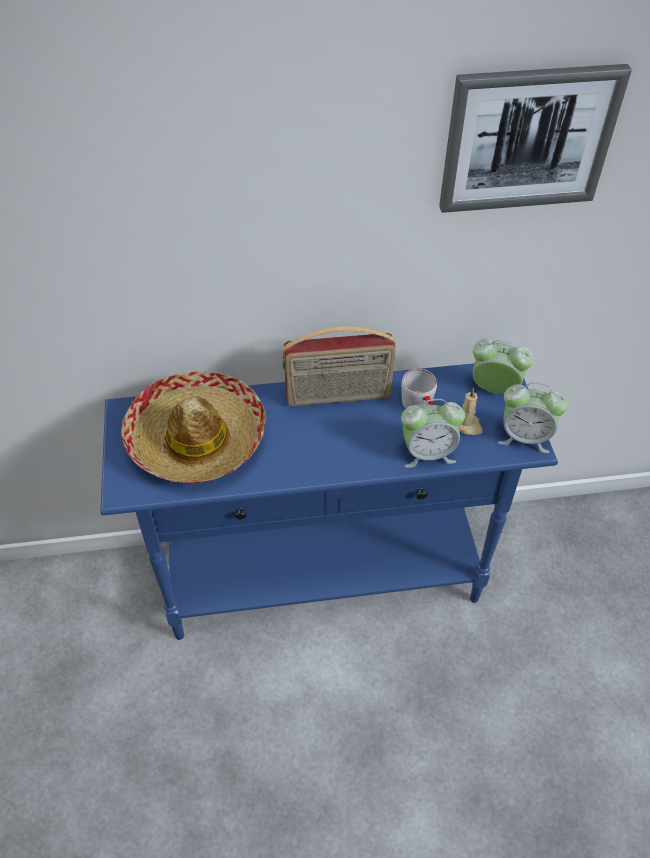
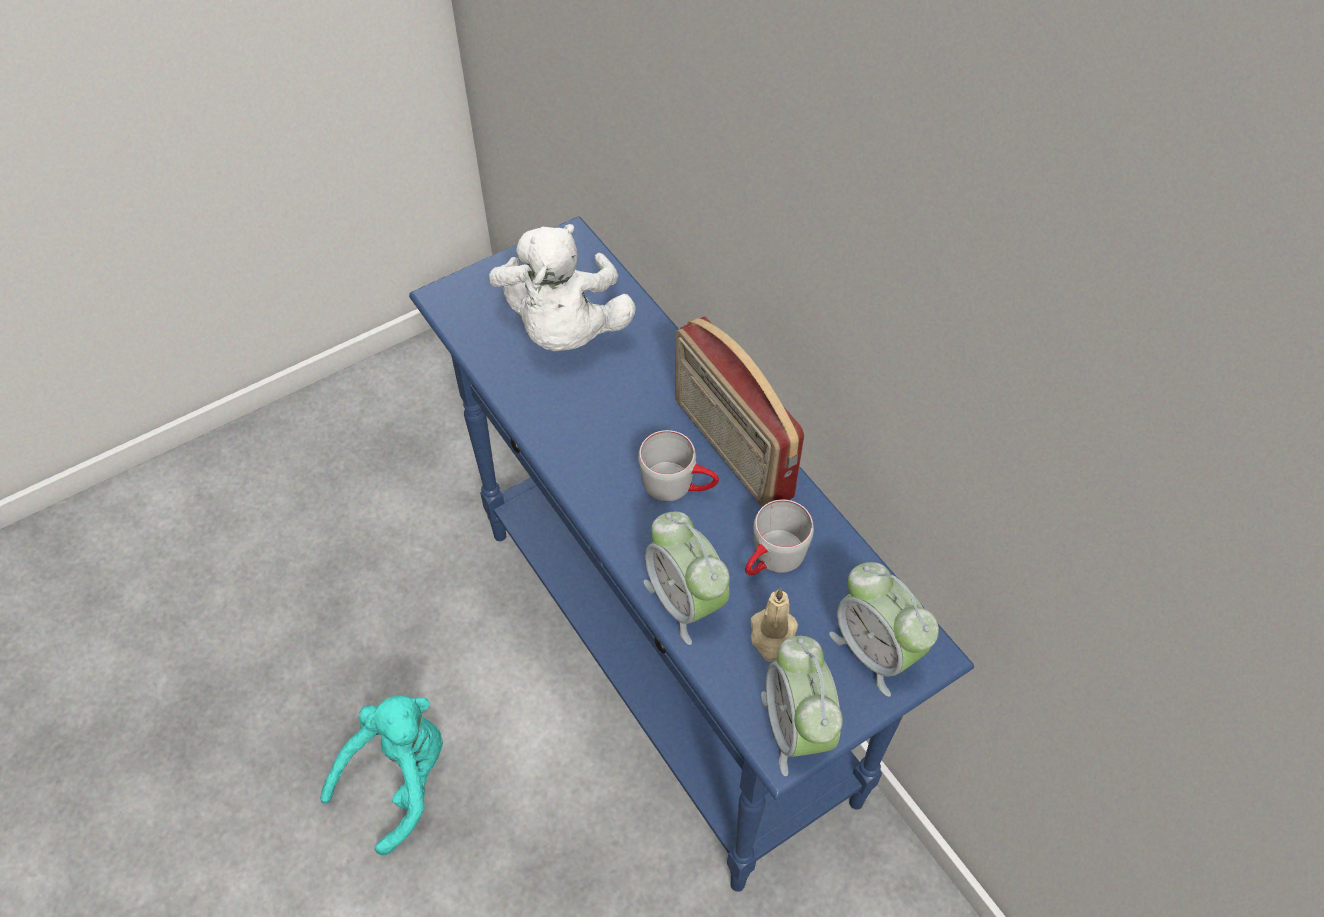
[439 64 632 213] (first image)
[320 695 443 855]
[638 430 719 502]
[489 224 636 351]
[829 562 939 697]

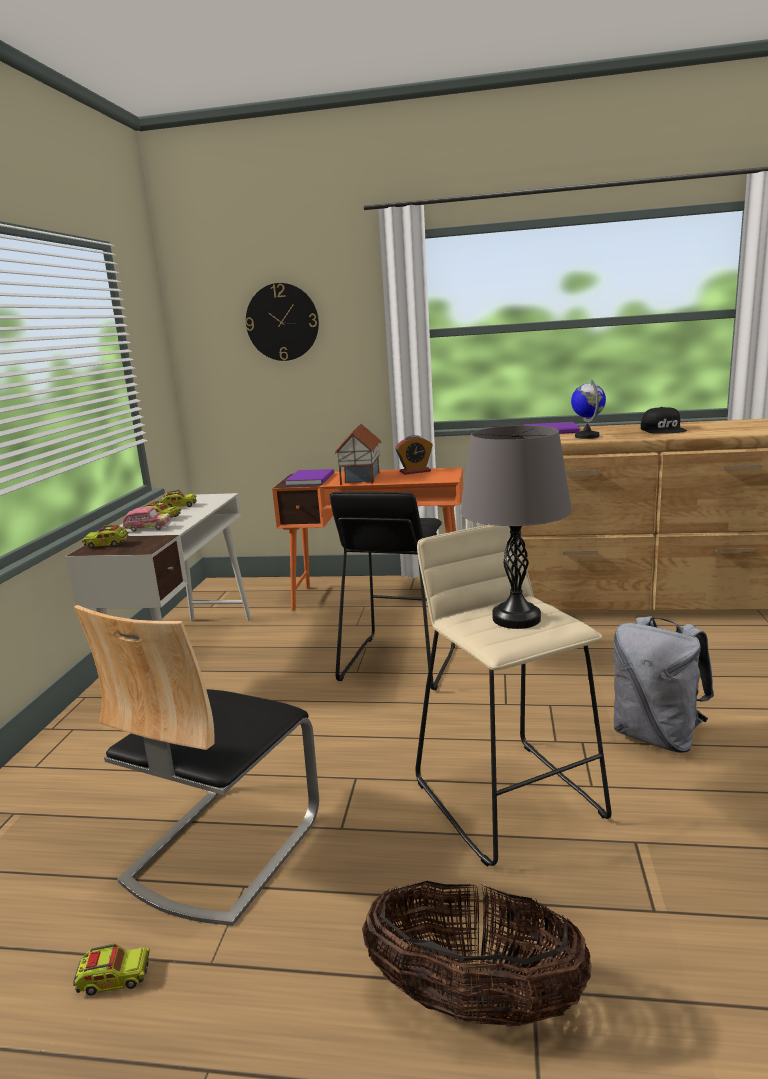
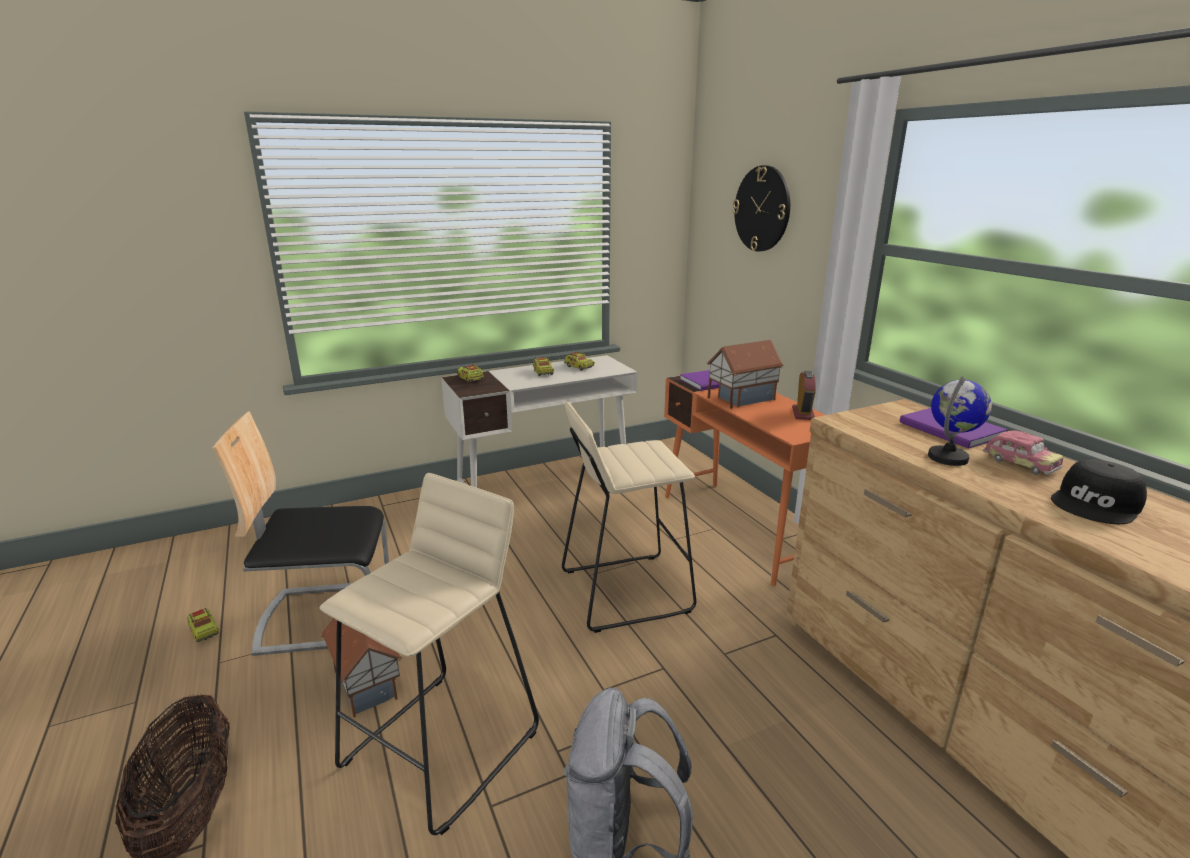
[460 425 572 629] (first image)
[321 618 402 717]
[982 430 1063 475]
[562 401 697 633]
[792 371 816 420]

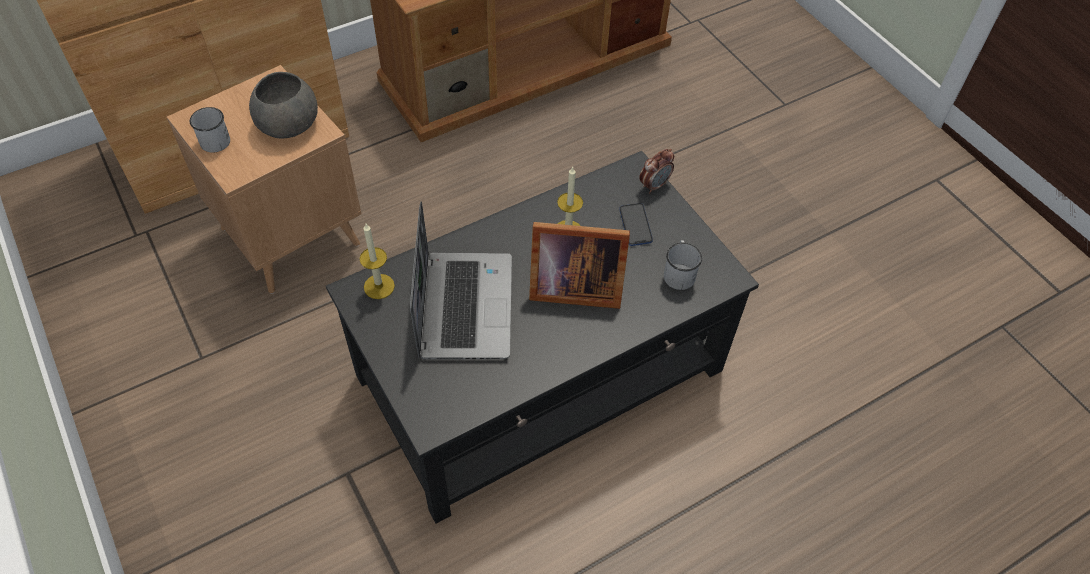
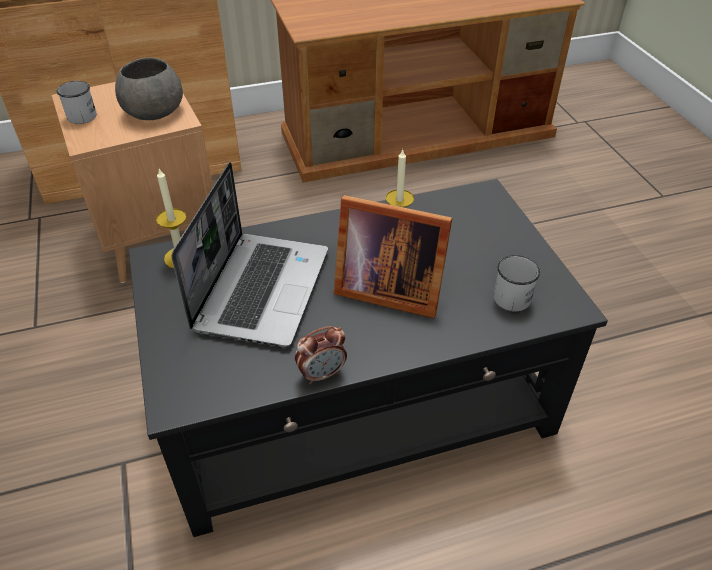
[619 203 653 246] (first image)
[295 326 347 385]

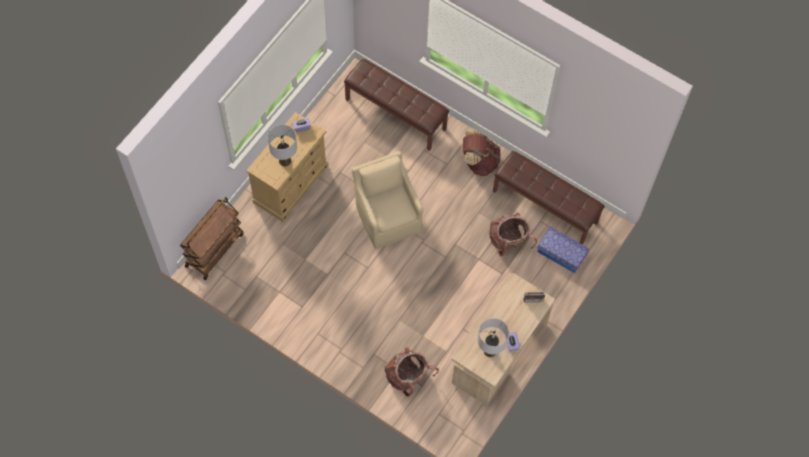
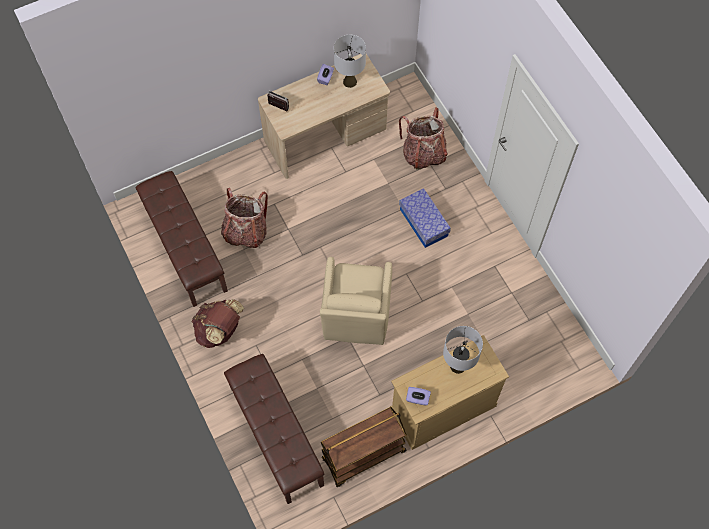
[321 407 407 487]
[399 188 451 248]

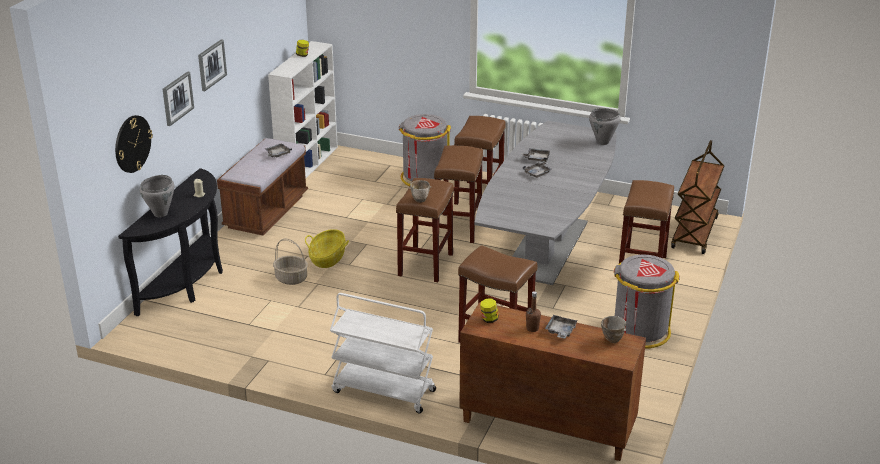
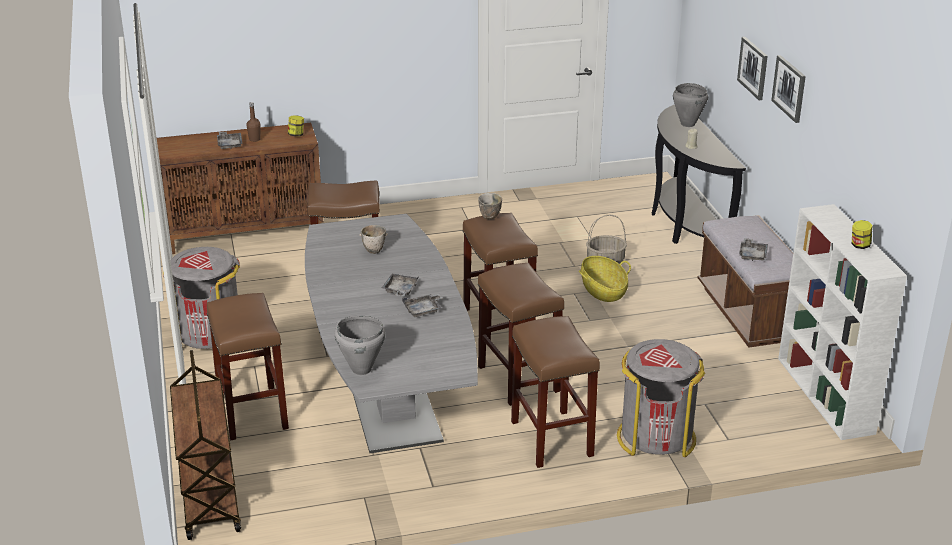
[115 115 153 173] (first image)
[330 293 436 413] (first image)
[359 225 388 254]

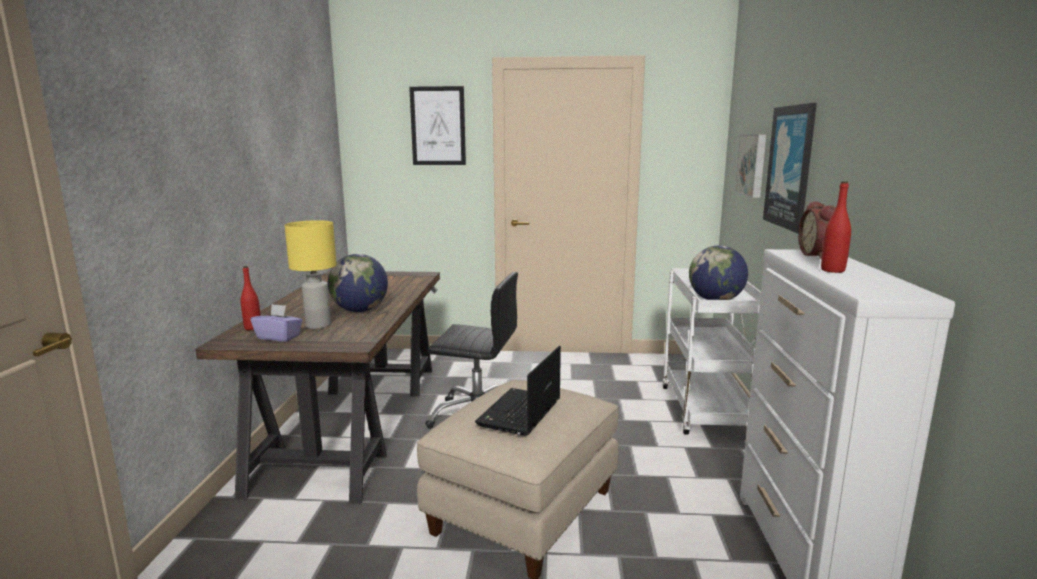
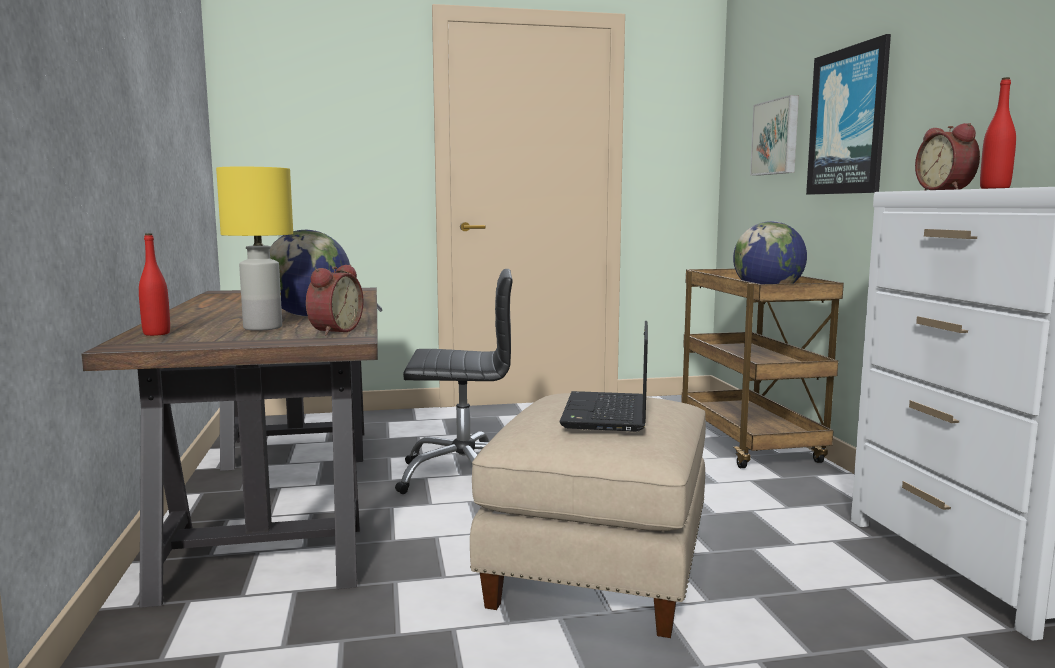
[251 304 303 342] (first image)
[409 86 466 165] (first image)
[306 265 364 335]
[681 269 844 468]

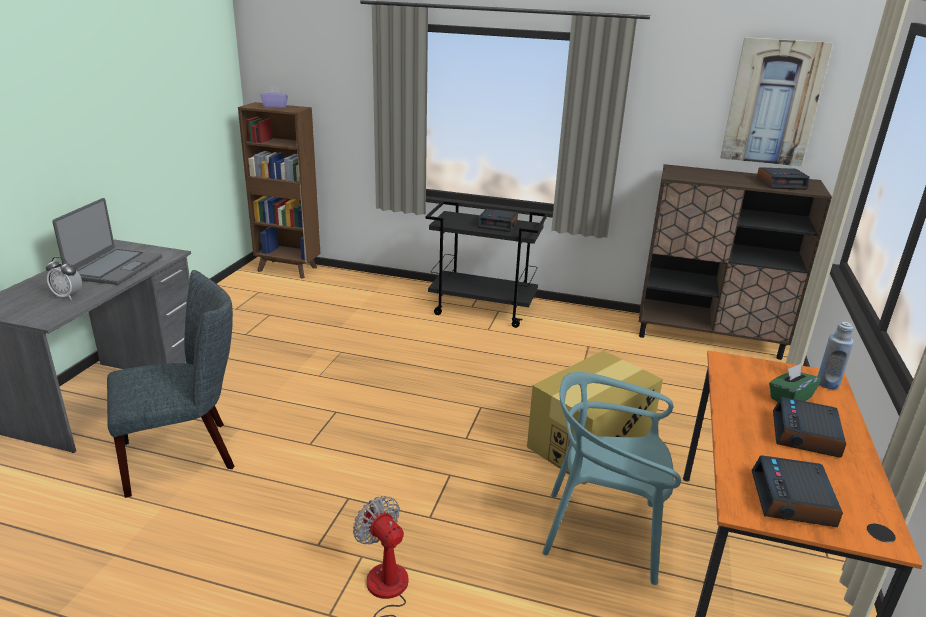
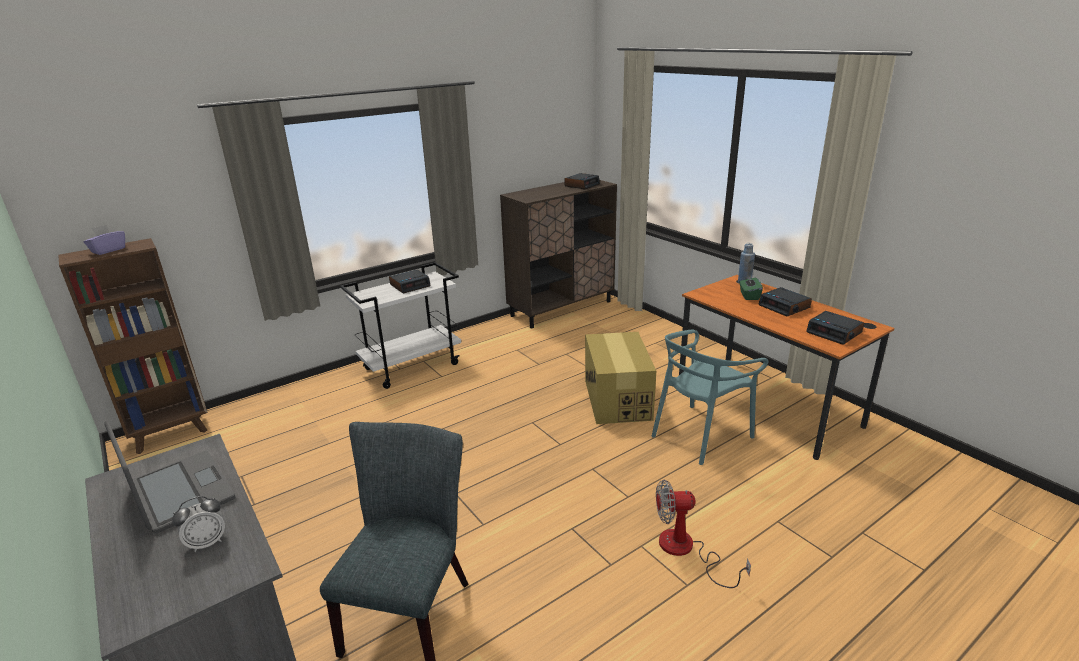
[720 37 833 166] (first image)
[340 262 461 389]

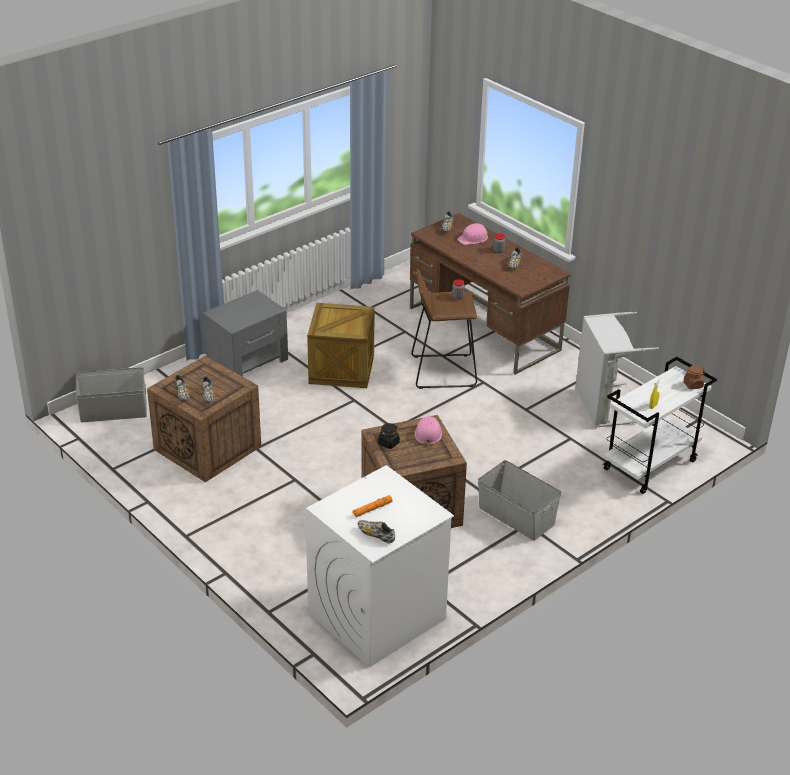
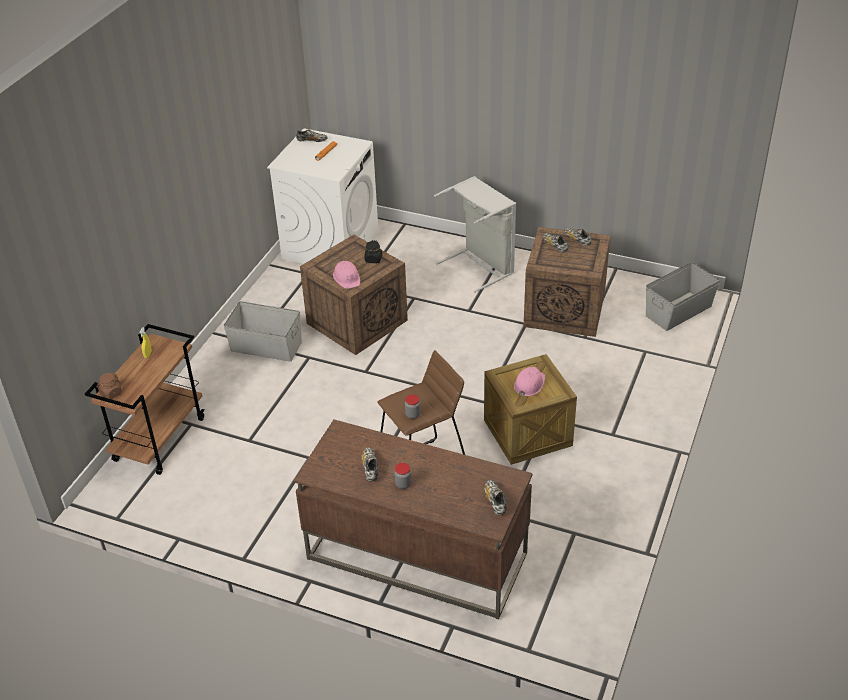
[203 290 288 377] (first image)
[514 367 545 397]
[434 176 516 293]
[85 324 205 475]

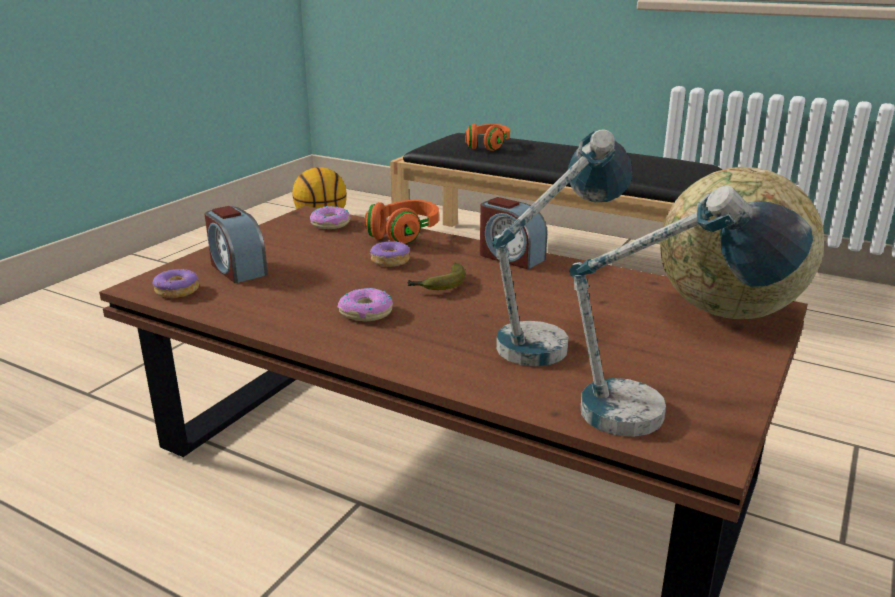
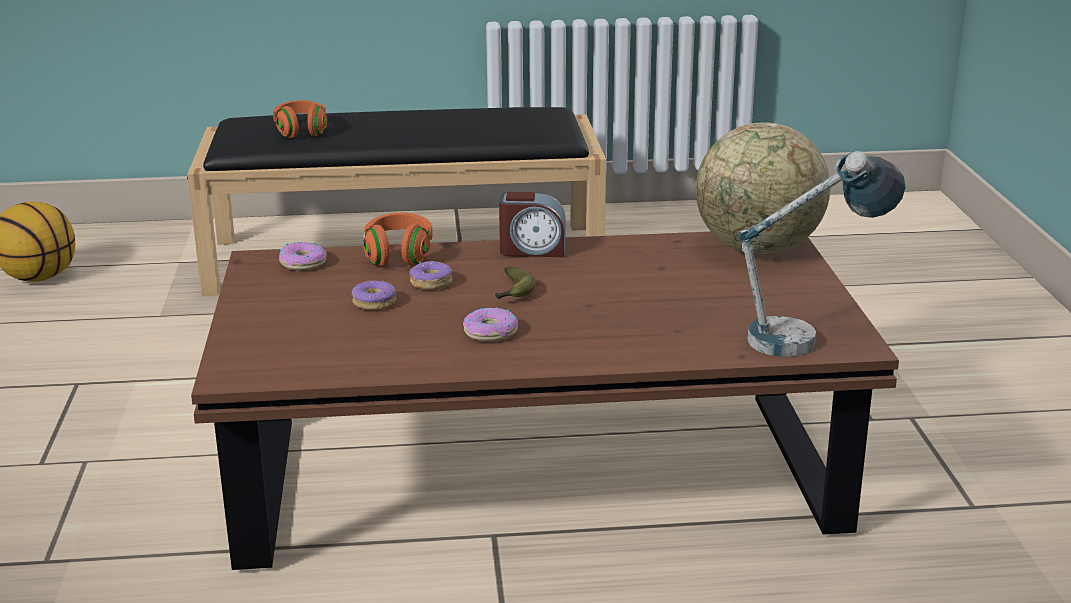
[205 206 268 283] (first image)
[492 129 632 366] (first image)
[352 281 396 310]

